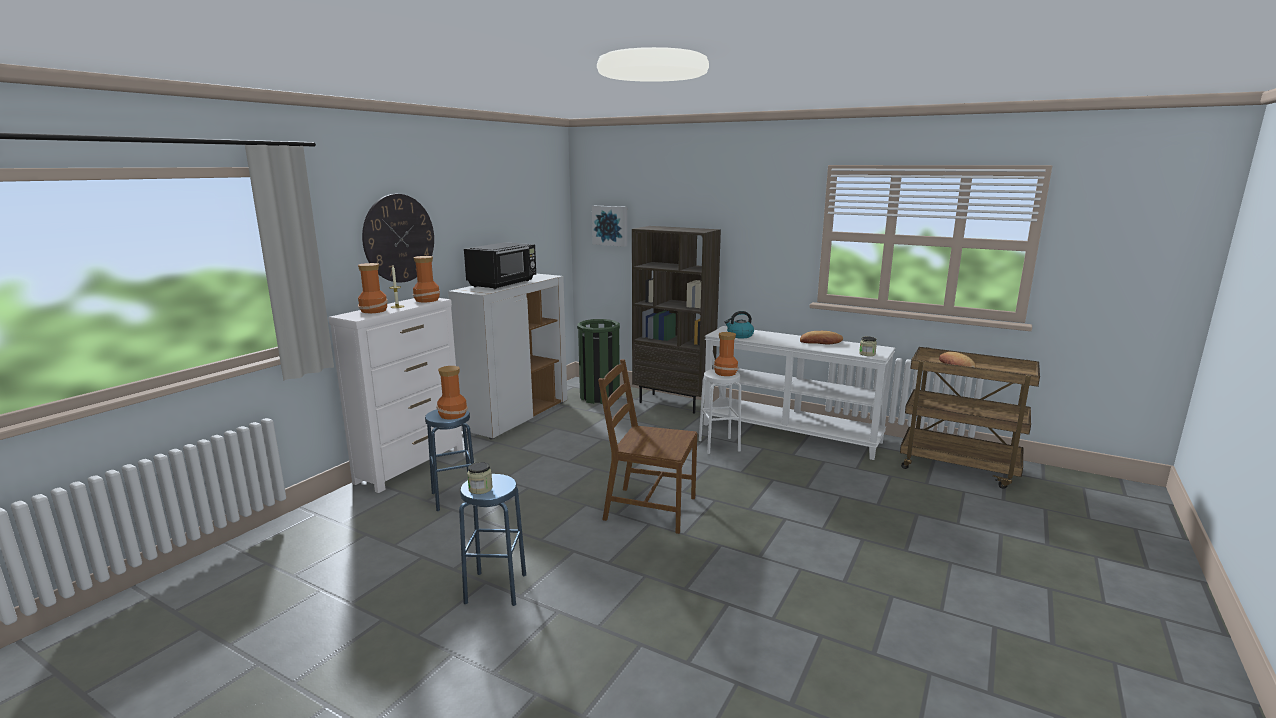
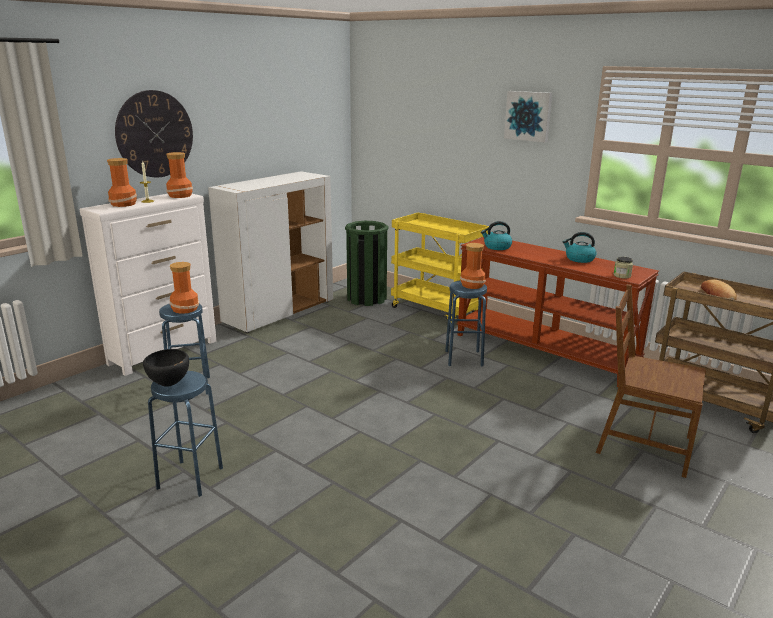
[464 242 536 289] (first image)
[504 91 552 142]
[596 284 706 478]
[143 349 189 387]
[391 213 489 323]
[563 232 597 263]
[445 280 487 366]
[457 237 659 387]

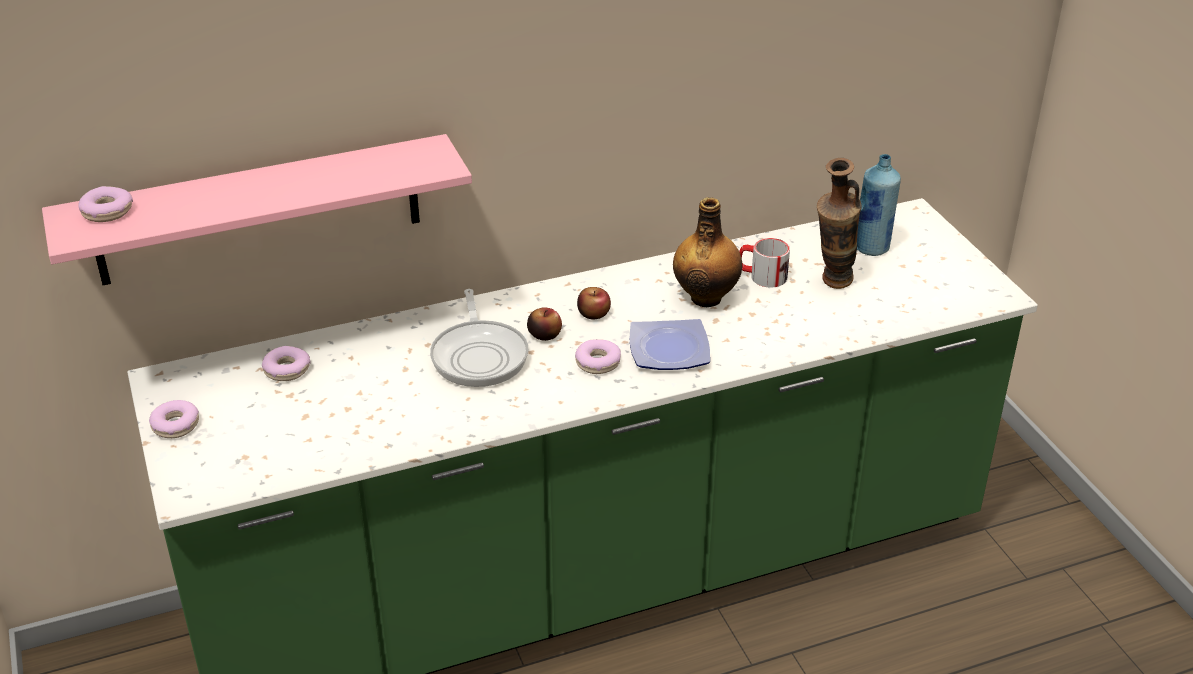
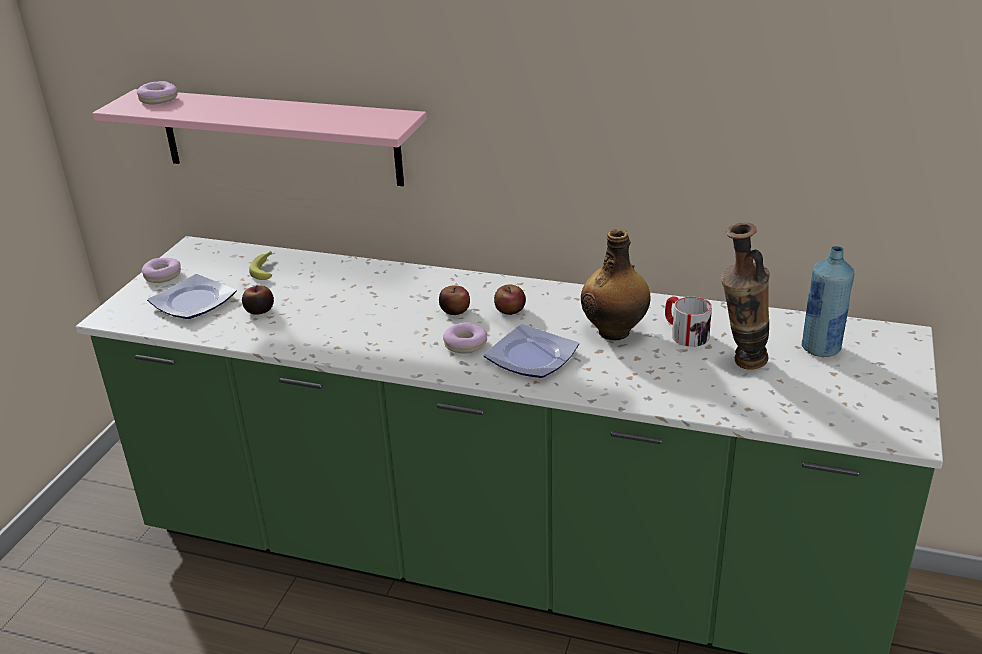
[430 289 529 387] (first image)
[147 274 236 319]
[242 286 274 315]
[249 251 272 280]

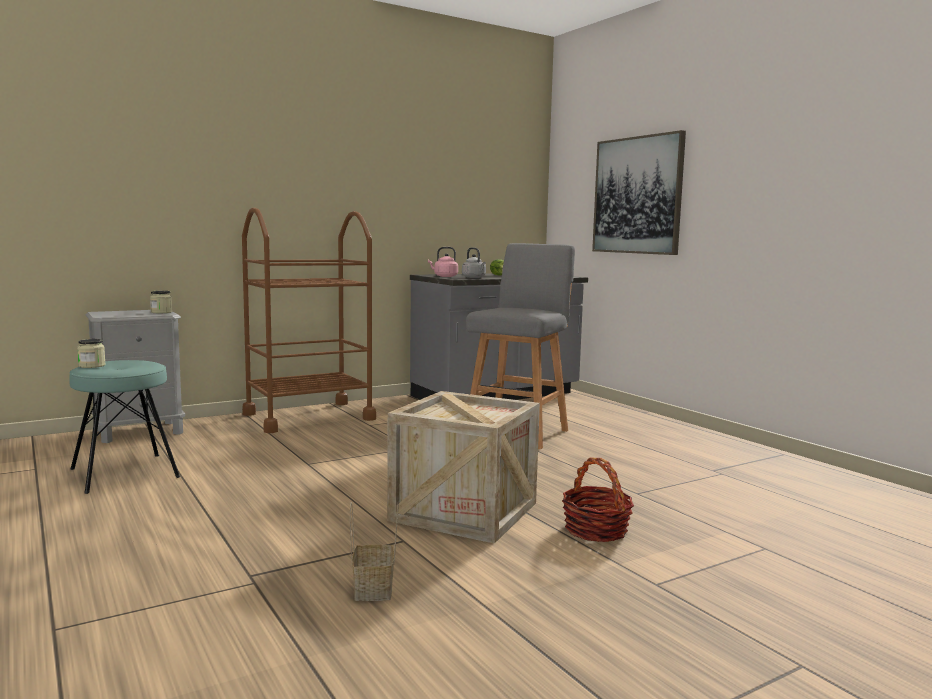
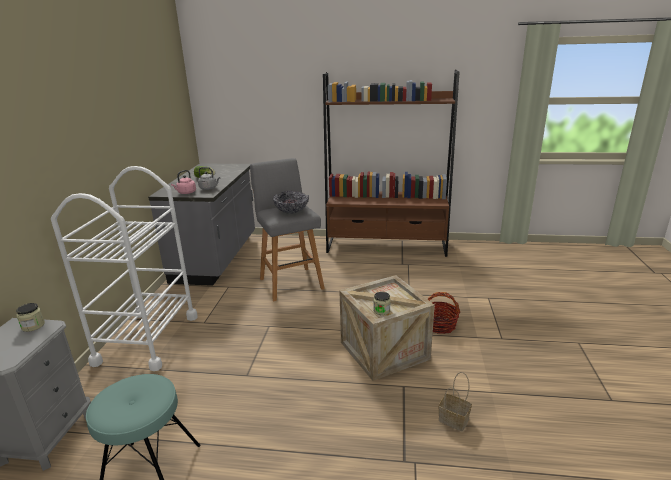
[592 130 686 255] (first image)
[273 191 309 214]
[323 70 460 257]
[373 292 391 315]
[51 166 197 371]

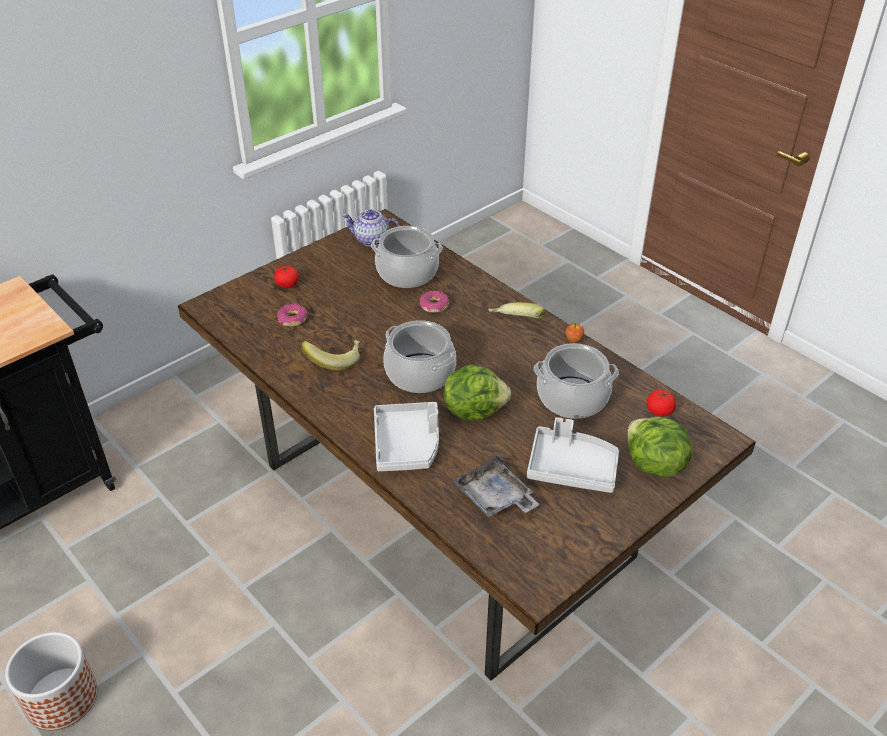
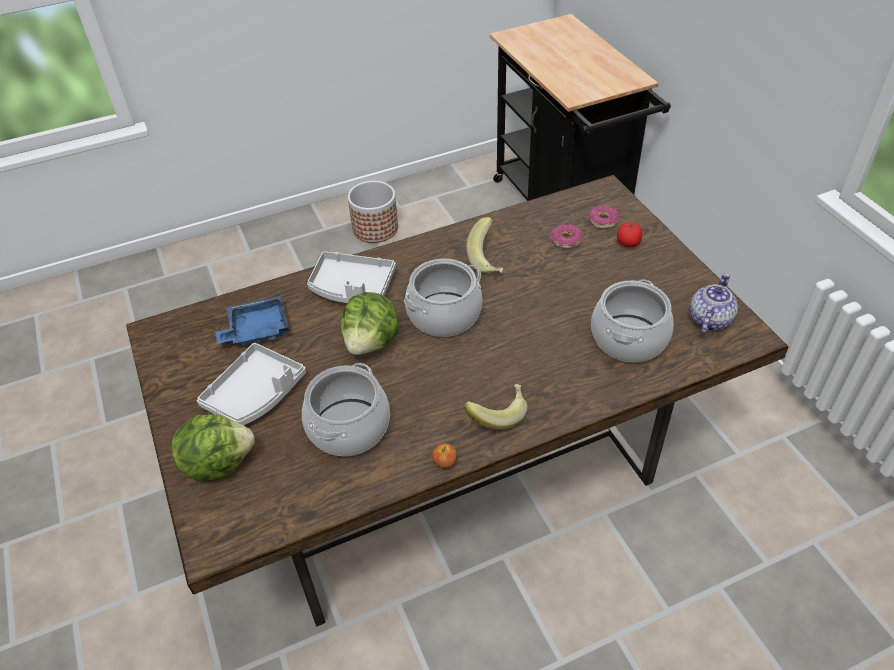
[647 390 676 417] (first image)
[588 205 620 229]
[215 296 289 346]

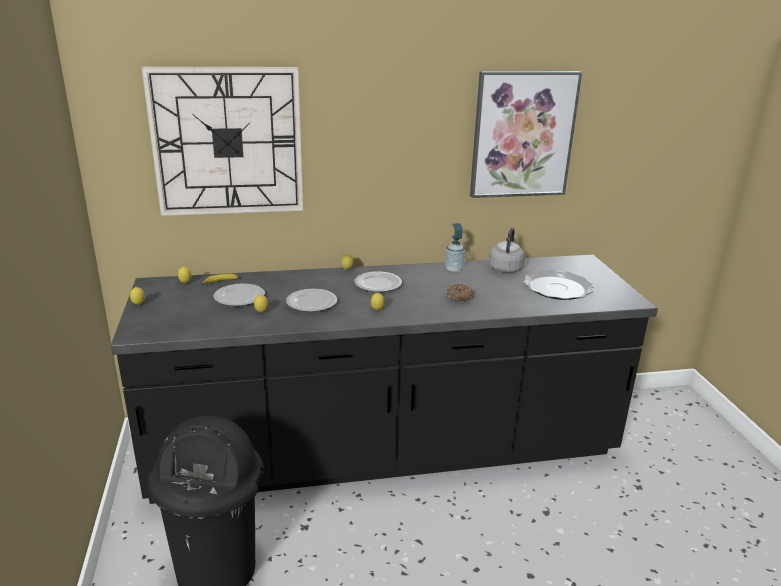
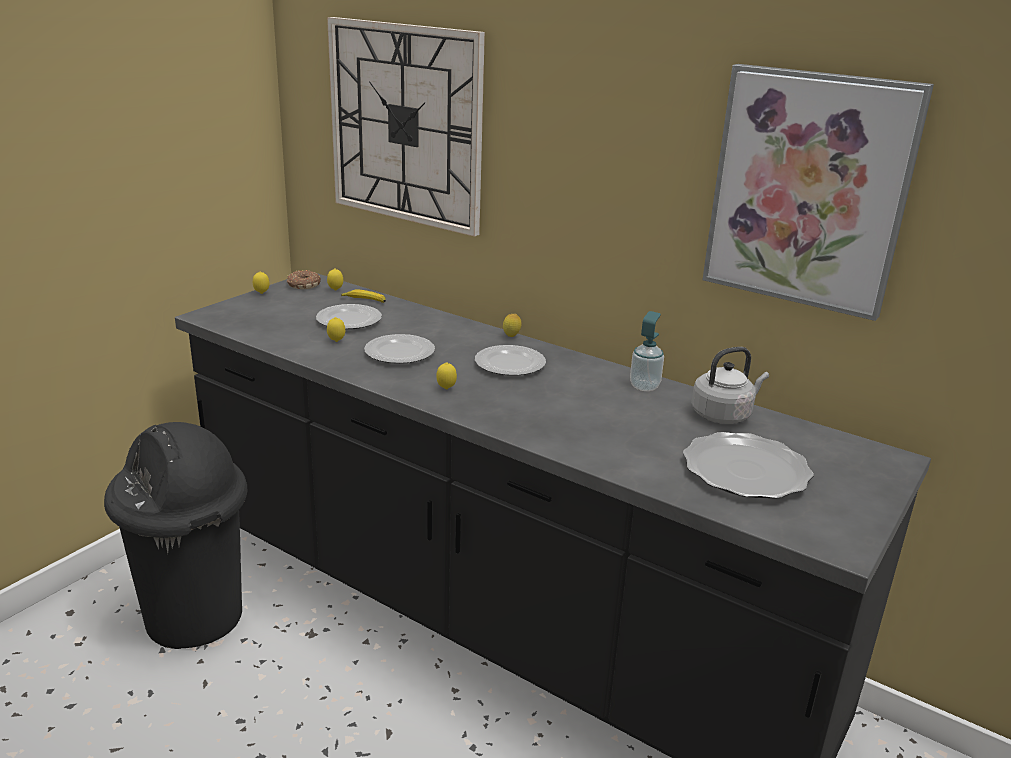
[287 270 321 289]

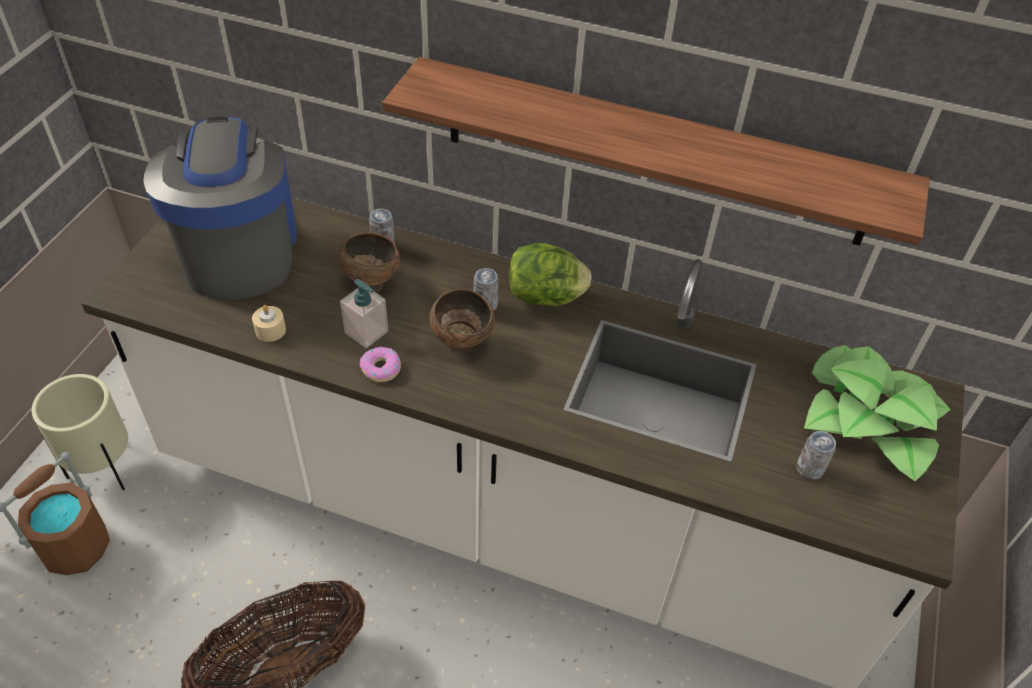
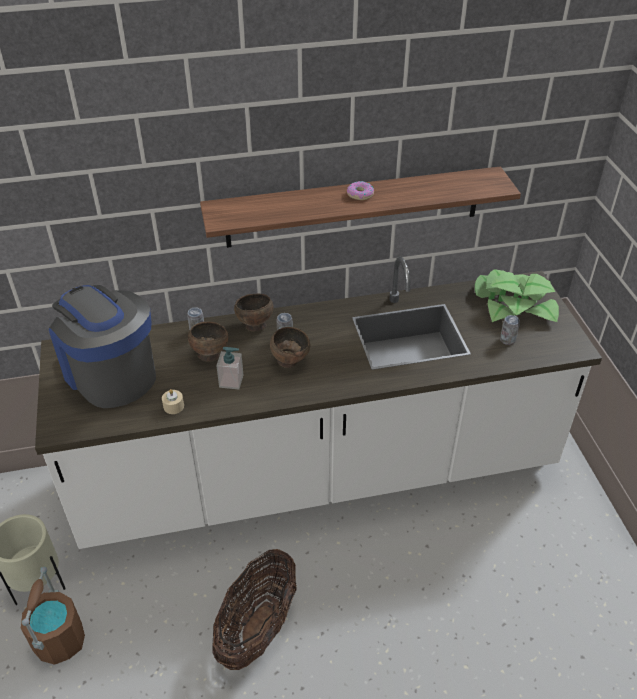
[509 243 592 306] (first image)
[234 294 273 331]
[347 181 374 200]

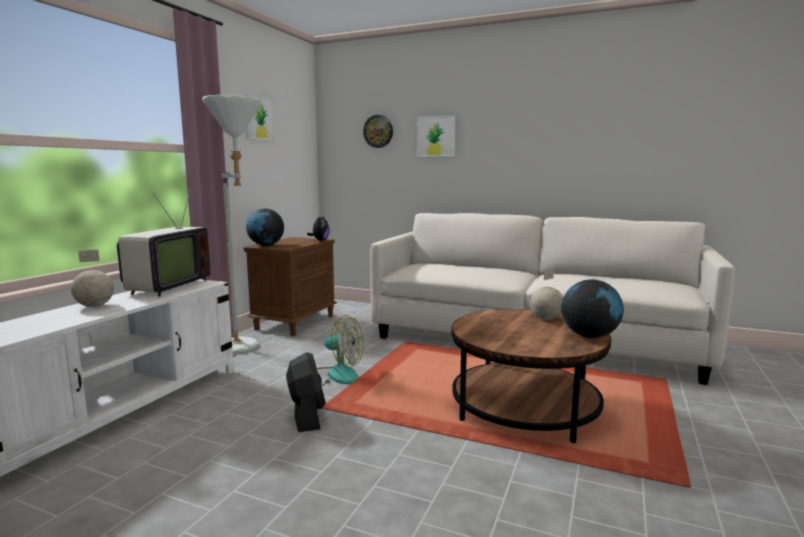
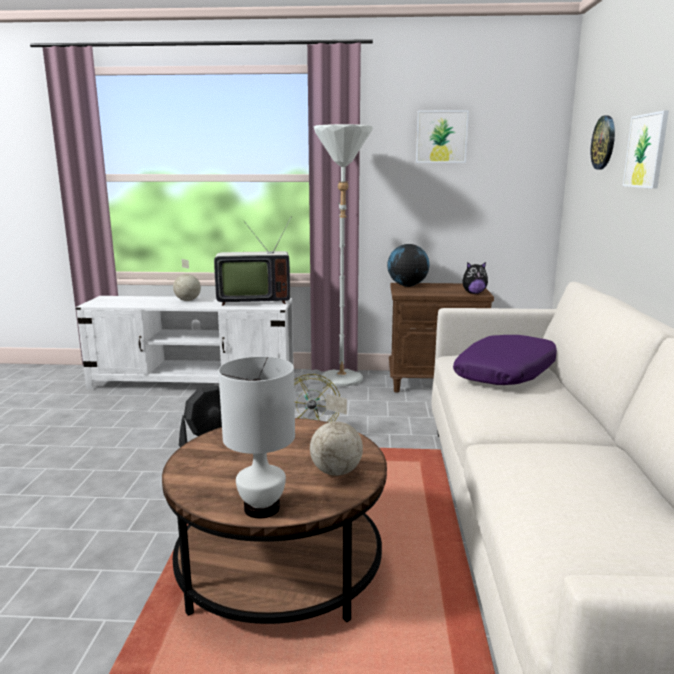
[453 335 557 385]
[218 357 295 518]

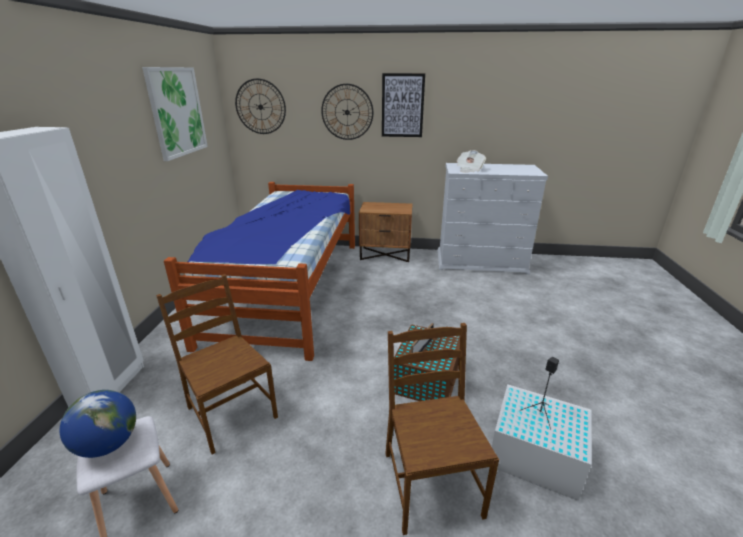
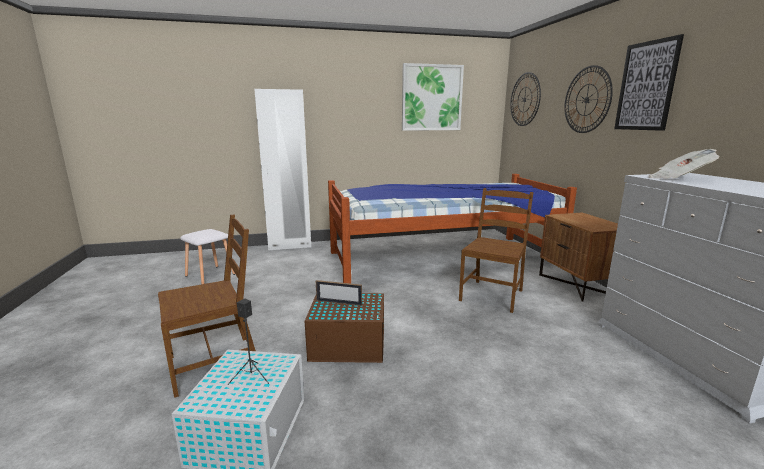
[59 390 136 458] (first image)
[459 188 533 313]

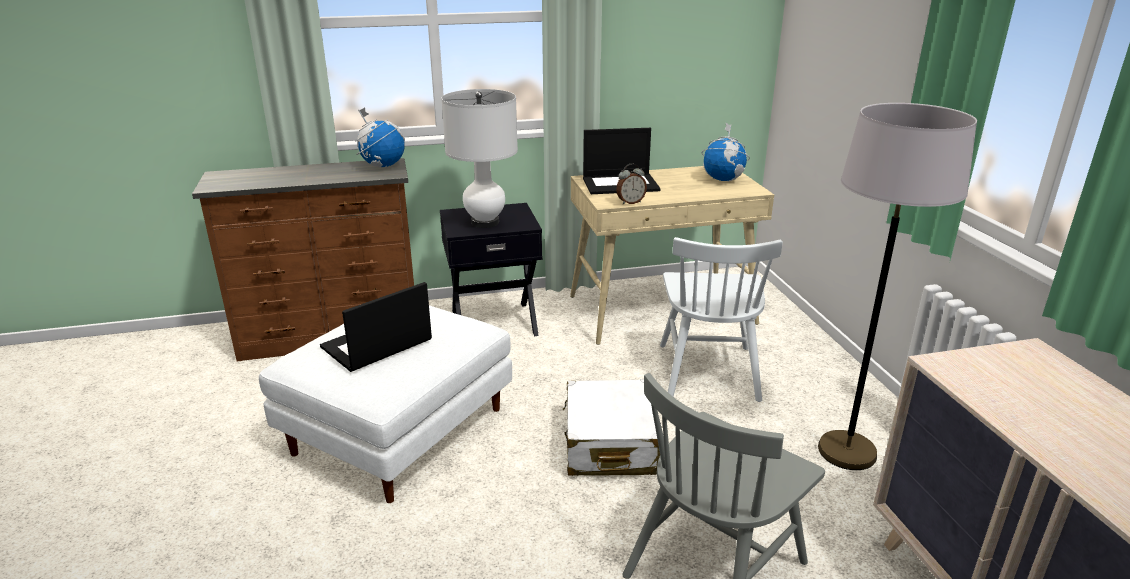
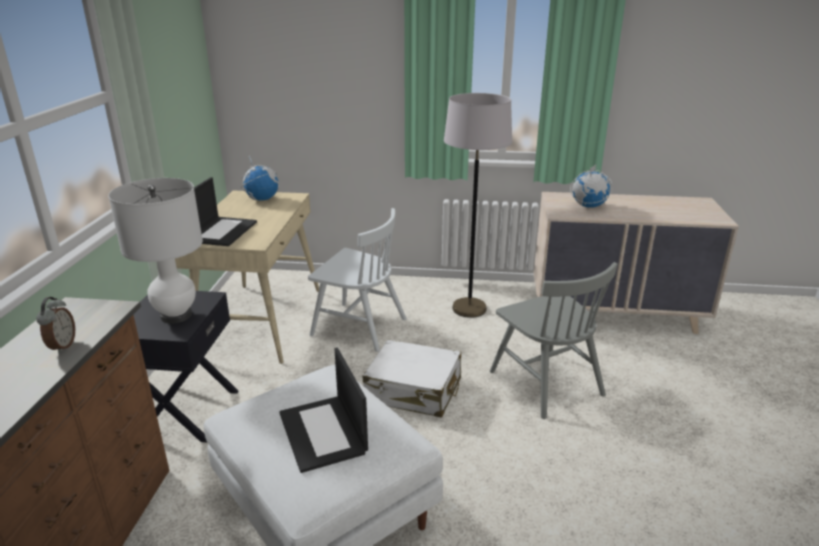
[570 165 613 208]
[36 297 75 354]

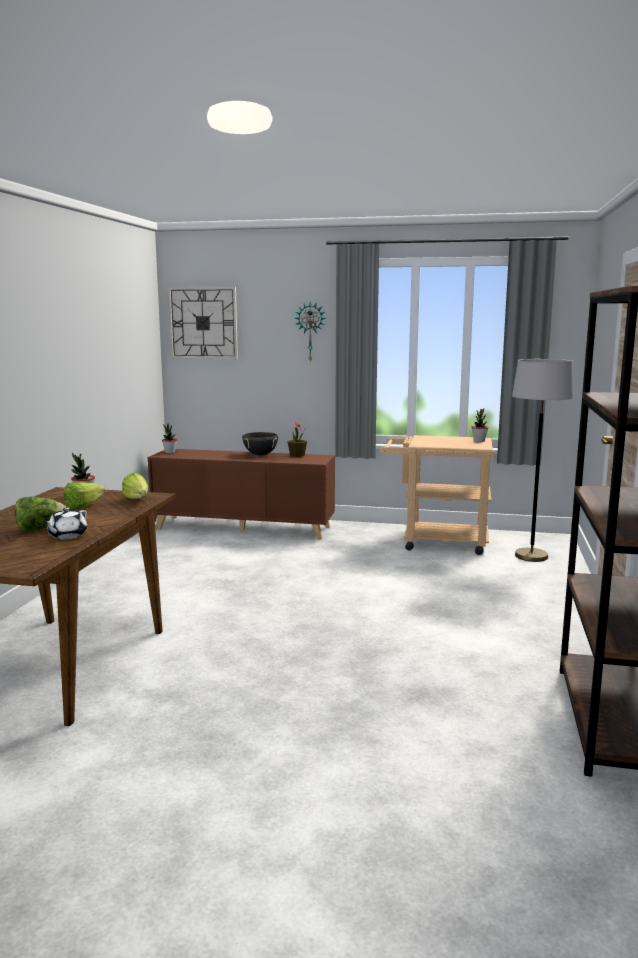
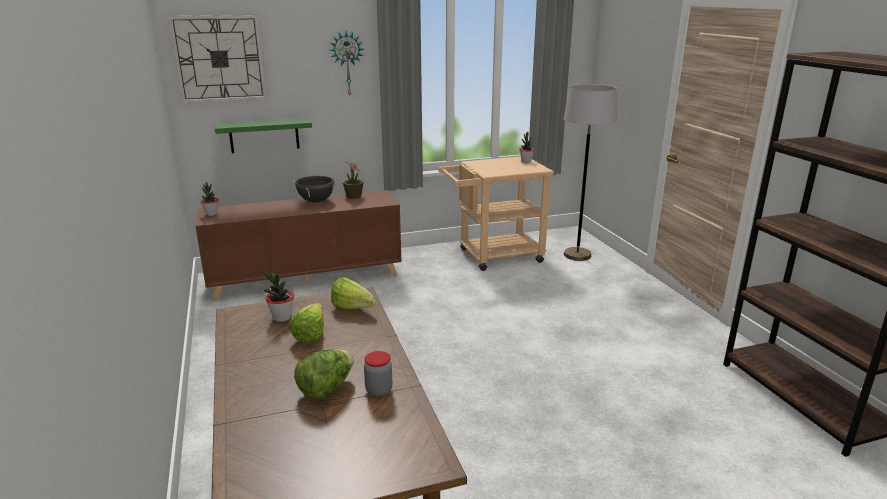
[215 118 312 153]
[364 351 392 397]

